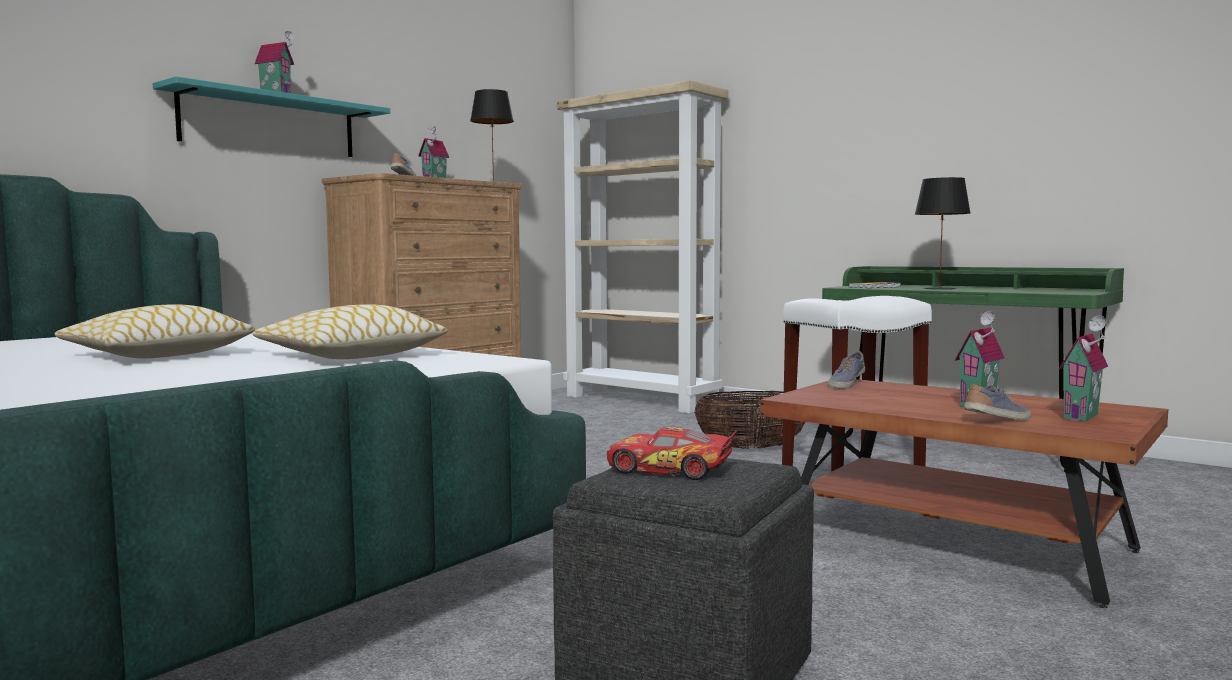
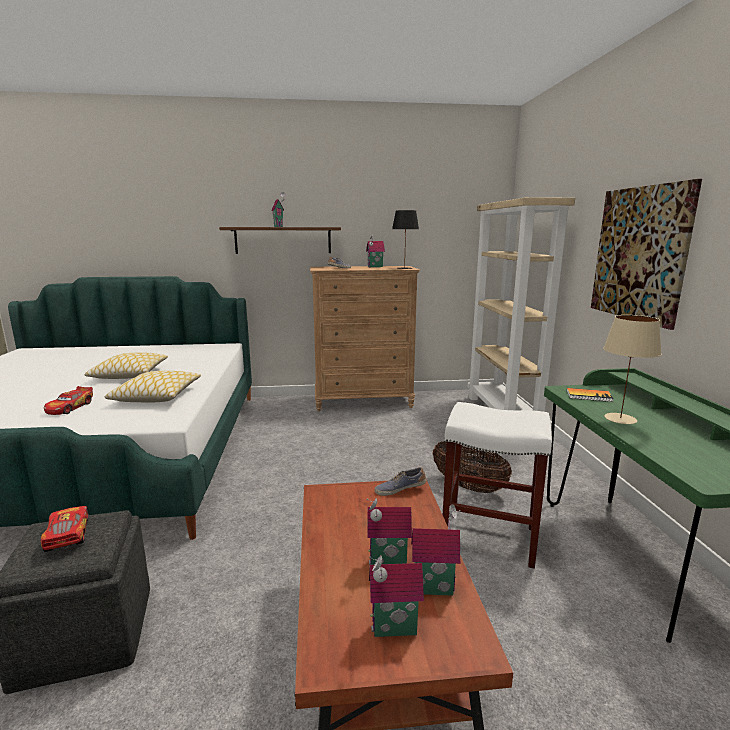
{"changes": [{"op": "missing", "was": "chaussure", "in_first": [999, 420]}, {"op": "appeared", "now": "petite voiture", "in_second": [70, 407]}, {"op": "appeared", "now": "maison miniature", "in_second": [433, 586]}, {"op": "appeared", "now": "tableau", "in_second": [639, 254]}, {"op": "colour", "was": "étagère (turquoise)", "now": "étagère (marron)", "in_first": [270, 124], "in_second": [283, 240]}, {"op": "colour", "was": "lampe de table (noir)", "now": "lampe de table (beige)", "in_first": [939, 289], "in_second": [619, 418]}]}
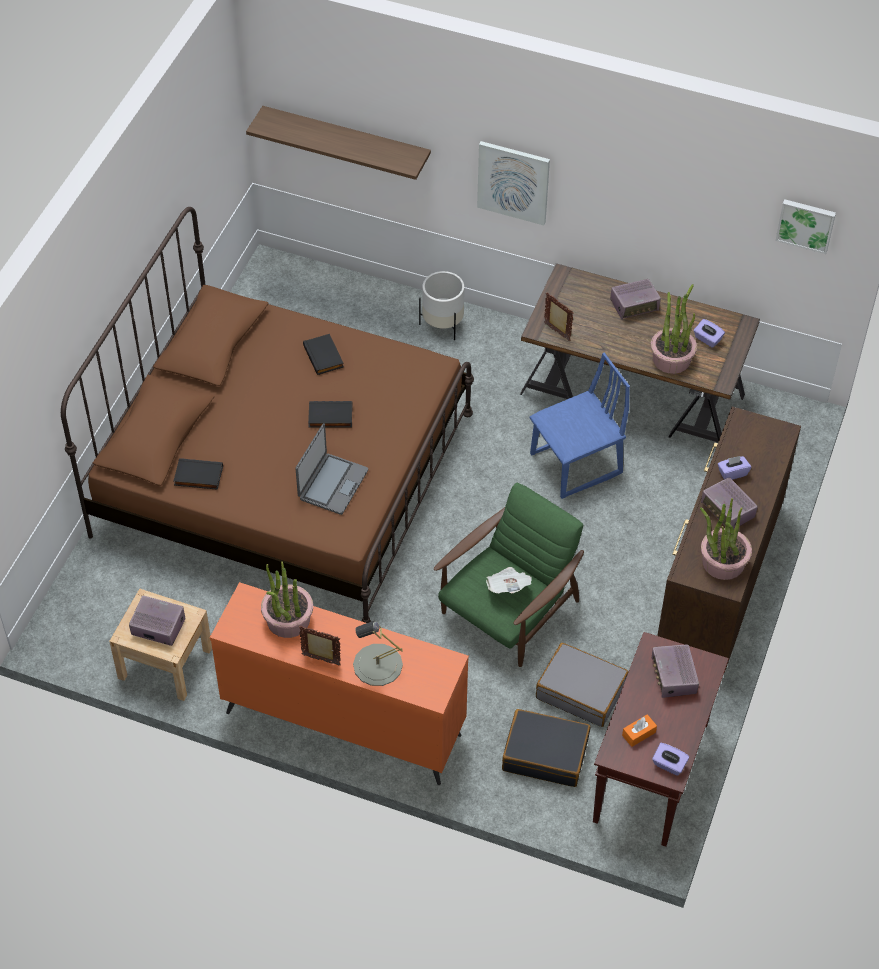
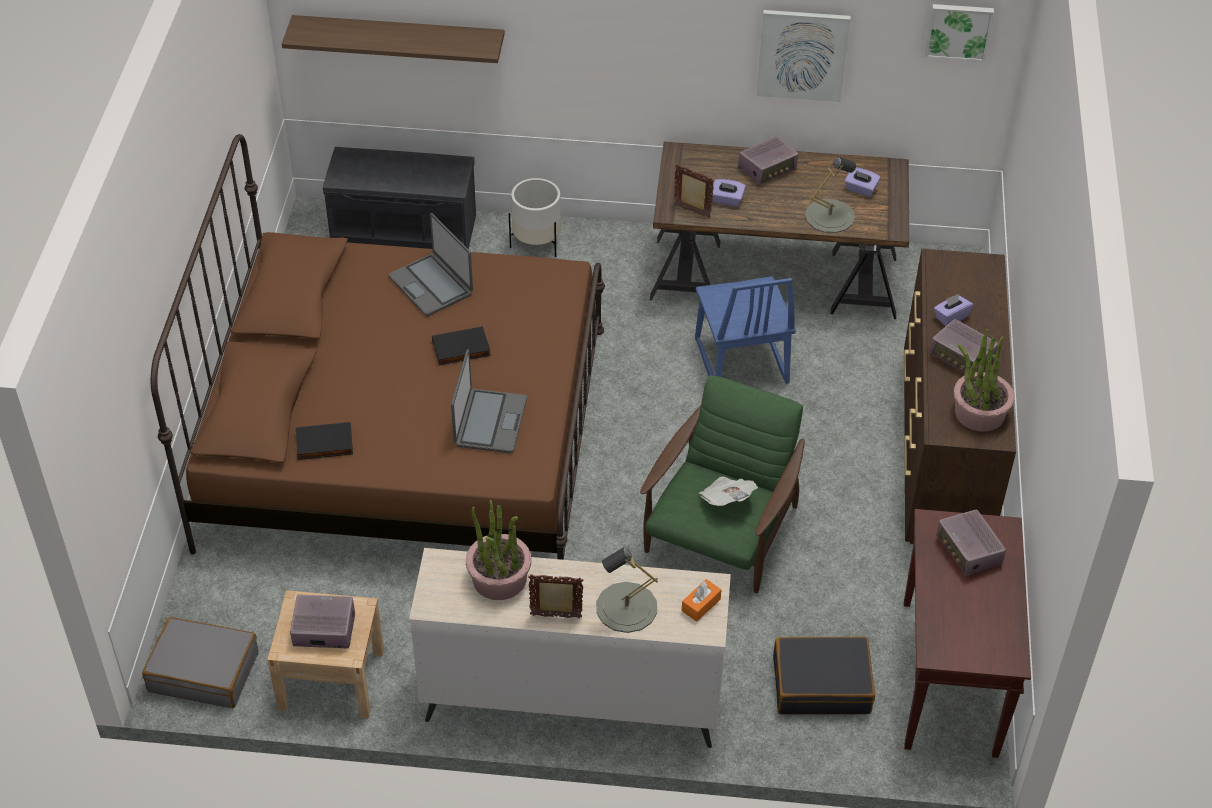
{"changes": [{"op": "appeared", "now": "banc (gris)", "in_second": [405, 229]}, {"op": "relocated", "was": "tableau", "in_first": [513, 182], "in_second": [802, 54]}, {"op": "relocated", "was": "valise (gris)", "in_first": [581, 691], "in_second": [204, 671]}, {"op": "relocated", "was": "boîte à mouchoirs (orange)", "in_first": [639, 734], "in_second": [701, 605]}, {"op": "relocated", "was": "boîte à mouchoirs (violet)", "in_first": [669, 765], "in_second": [727, 200]}, {"op": "exchanged", "was": "livre (noir)", "now": "ordinateur portable", "in_first": [324, 356], "in_second": [431, 285]}, {"op": "exchanged", "was": "plante en pot", "now": "lampe de table (gris)", "in_first": [671, 359], "in_second": [829, 216]}, {"op": "colour", "was": "commode (orange)", "now": "commode (beige)", "in_first": [342, 722], "in_second": [570, 701]}, {"op": "spun", "was": "chaise (bleu)", "in_first": [576, 465], "in_second": [740, 362], "clockwise": 120}]}
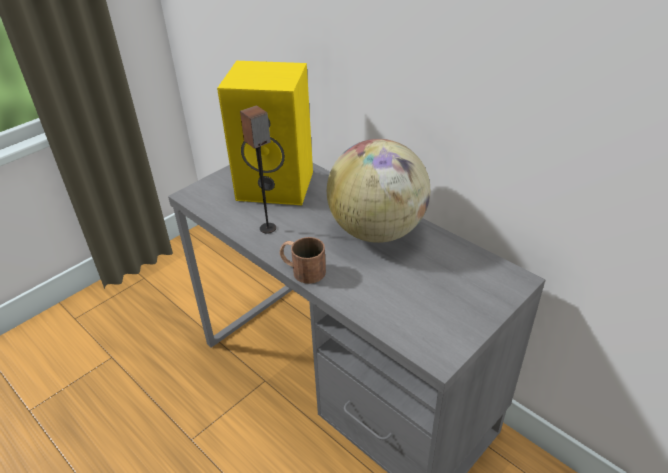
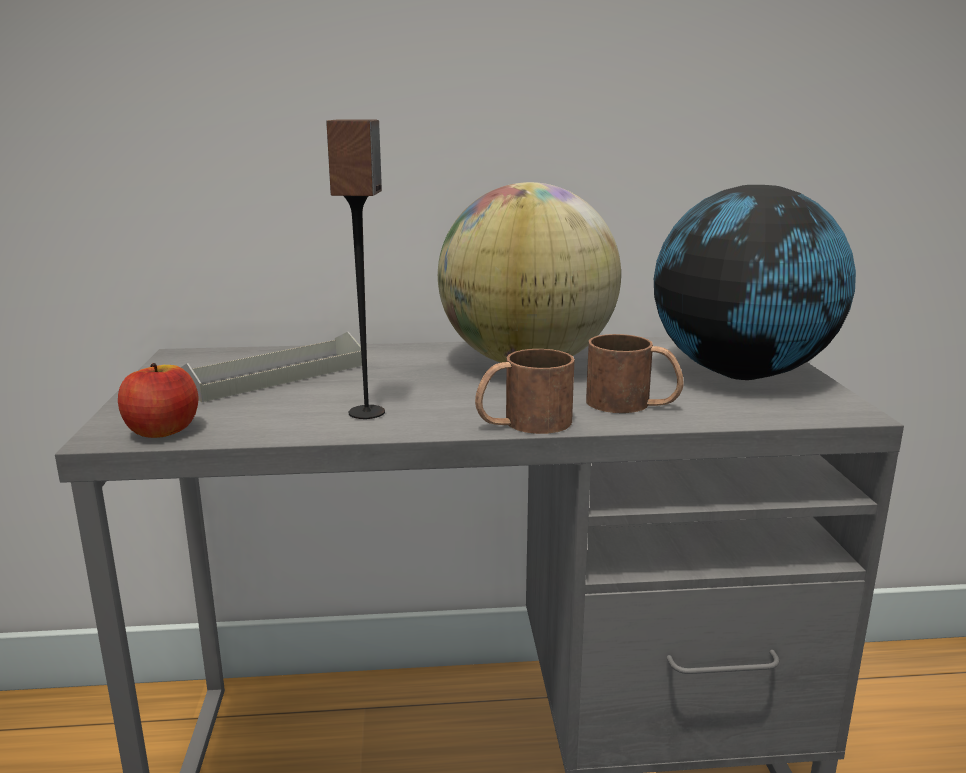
{"changes": [{"op": "appeared", "now": "pomme", "in_second": [162, 431]}, {"op": "appeared", "now": "mug (marron)", "in_second": [633, 404]}, {"op": "appeared", "now": "globe", "in_second": [741, 374]}, {"op": "exchanged", "was": "enceinte (jaune)", "now": "plateau (gris)", "in_first": [277, 185], "in_second": [275, 376]}]}
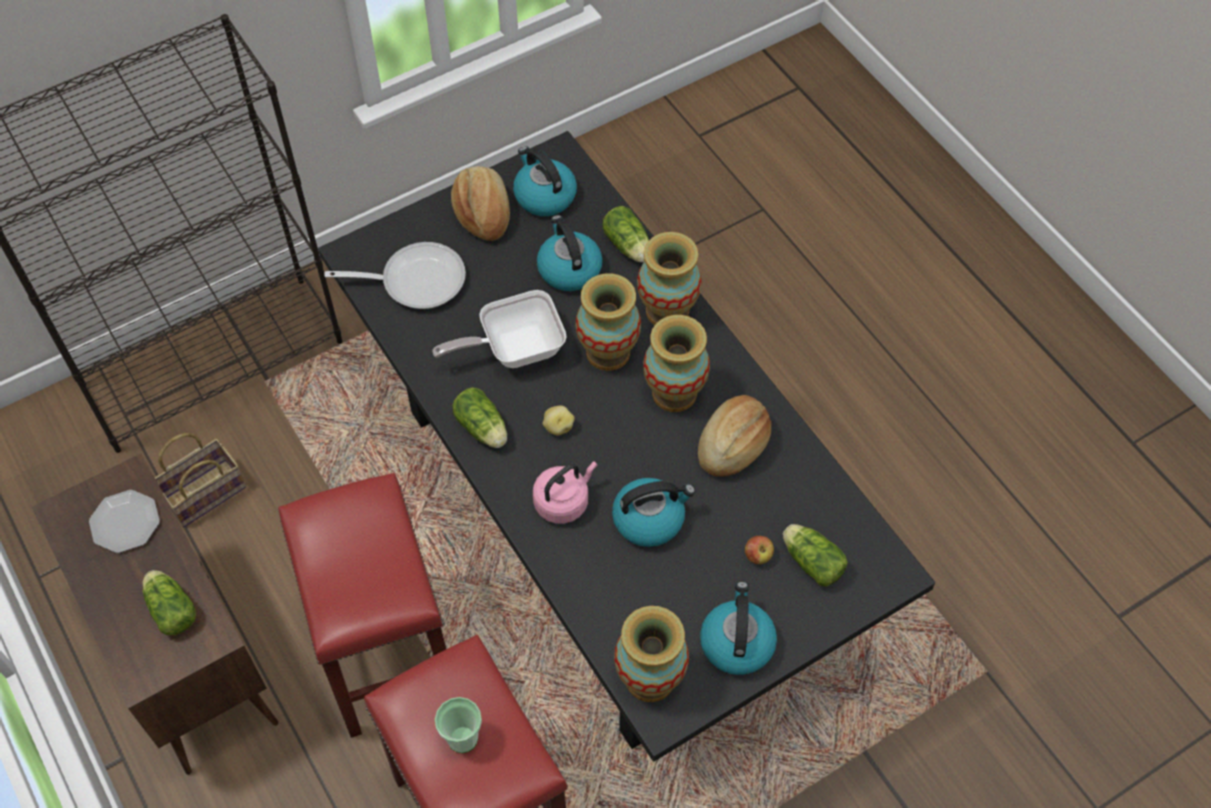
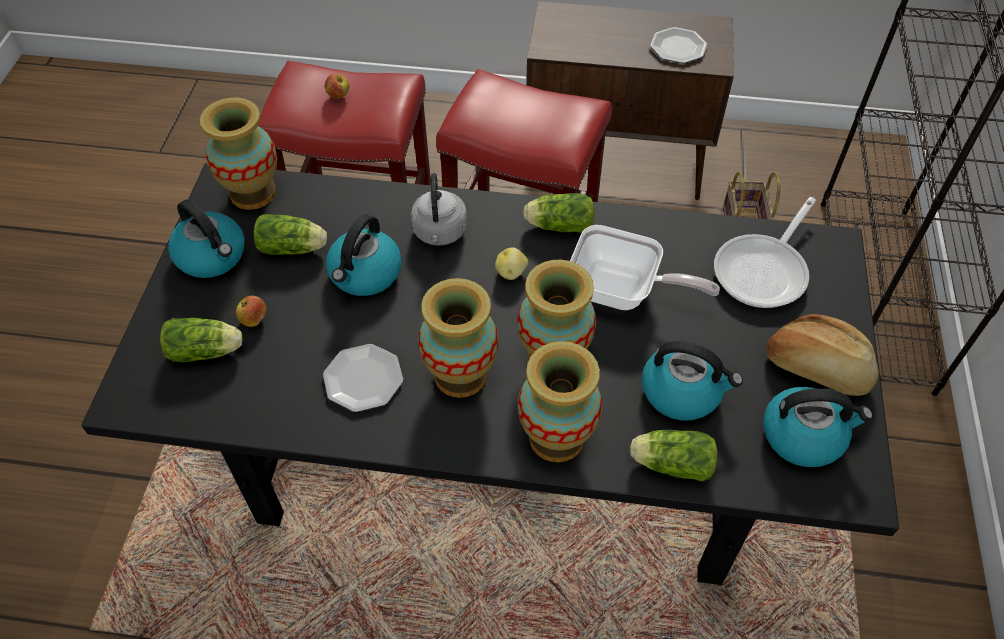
{"changes": [{"op": "relocated", "was": "laitue", "in_first": [170, 608], "in_second": [294, 248]}, {"op": "exchanged", "was": "tasse", "now": "pomme", "in_first": [462, 738], "in_second": [338, 95]}, {"op": "exchanged", "was": "pain", "now": "assiette", "in_first": [733, 444], "in_second": [364, 380]}, {"op": "colour", "was": "bouilloire (rose)", "now": "bouilloire (gris)", "in_first": [563, 501], "in_second": [440, 233]}, {"op": "spun", "was": "poêle", "in_first": [514, 349], "in_second": [621, 292], "clockwise": 90}]}
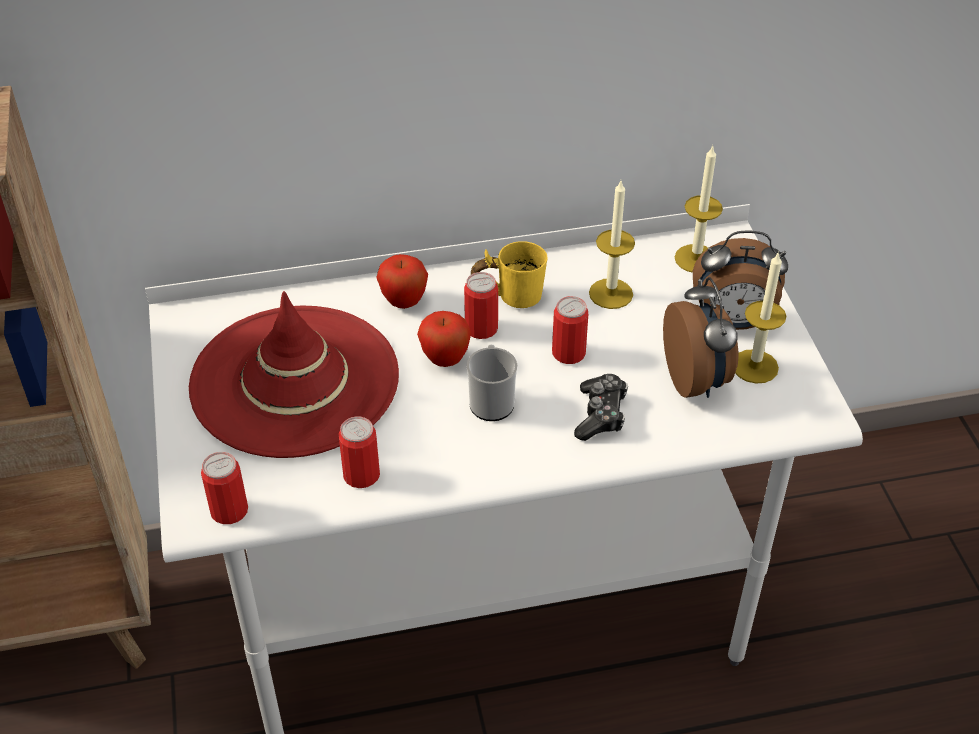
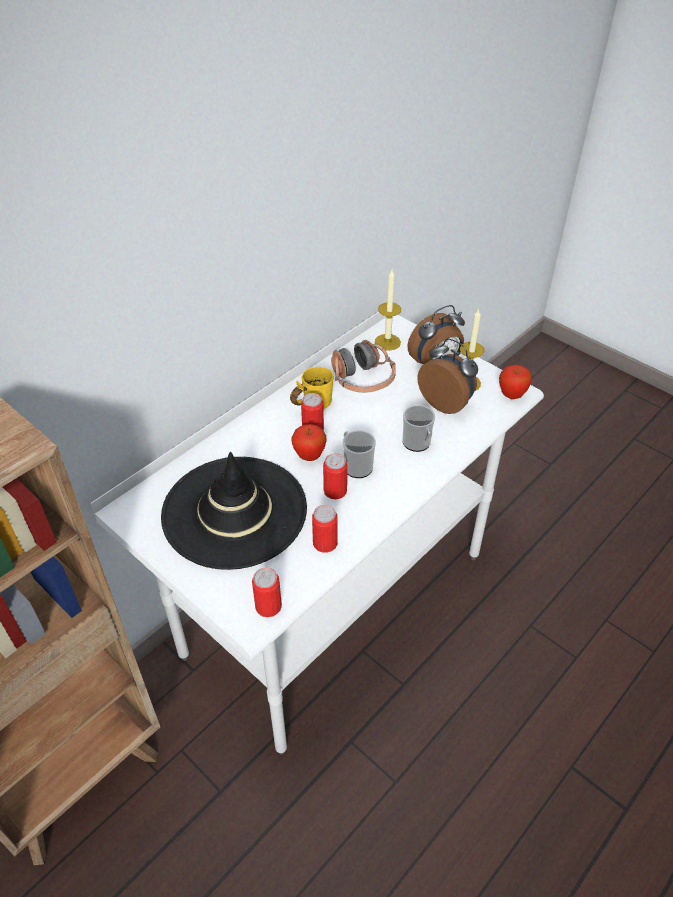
{"changes": [{"op": "relocated", "was": "pomme", "in_first": [403, 302], "in_second": [511, 395]}, {"op": "relocated", "was": "boîte métallique", "in_first": [568, 353], "in_second": [335, 491]}, {"op": "exchanged", "was": "manette", "now": "mug", "in_first": [600, 415], "in_second": [418, 444]}, {"op": "exchanged", "was": "bougie", "now": "casque audio", "in_first": [611, 293], "in_second": [362, 379]}, {"op": "colour", "was": "chapeau (rouge)", "now": "chapeau (noir)", "in_first": [295, 381], "in_second": [234, 511]}]}
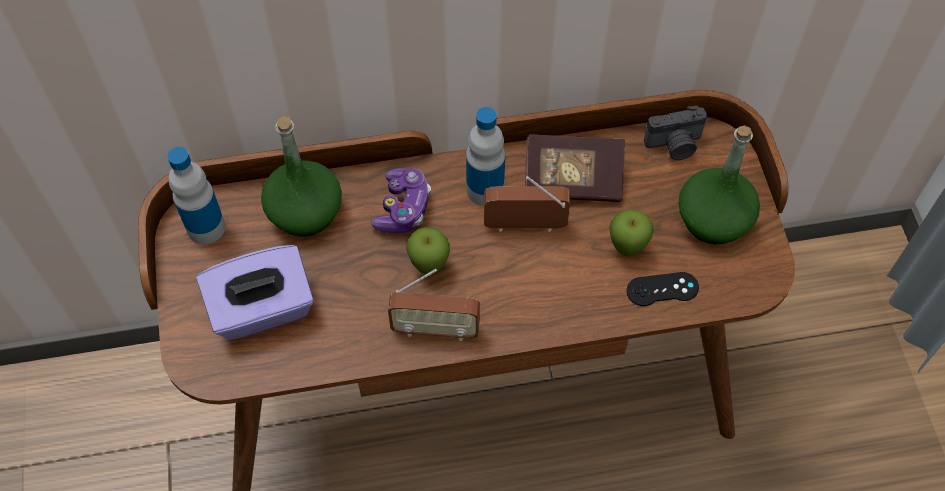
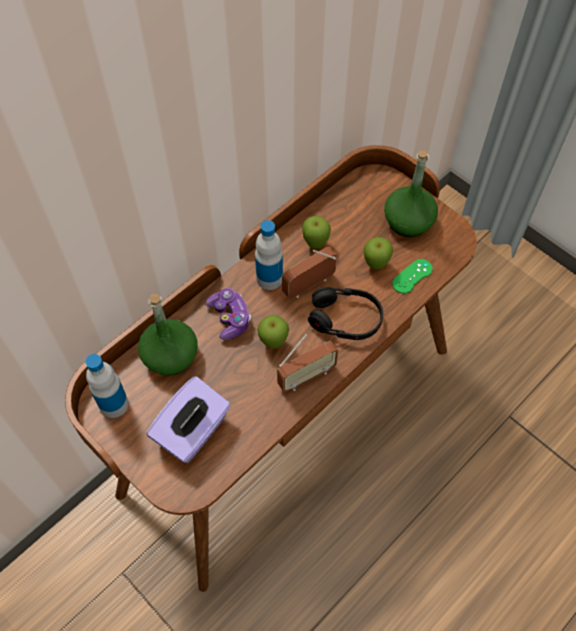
{"changes": [{"op": "missing", "was": "appareil photo", "in_first": [675, 145]}, {"op": "appeared", "now": "casque audio (noir)", "in_second": [345, 319]}, {"op": "exchanged", "was": "livre", "now": "pomme", "in_first": [572, 181], "in_second": [315, 244]}, {"op": "colour", "was": "manette (noir)", "now": "manette (vert)", "in_first": [662, 289], "in_second": [412, 276]}]}
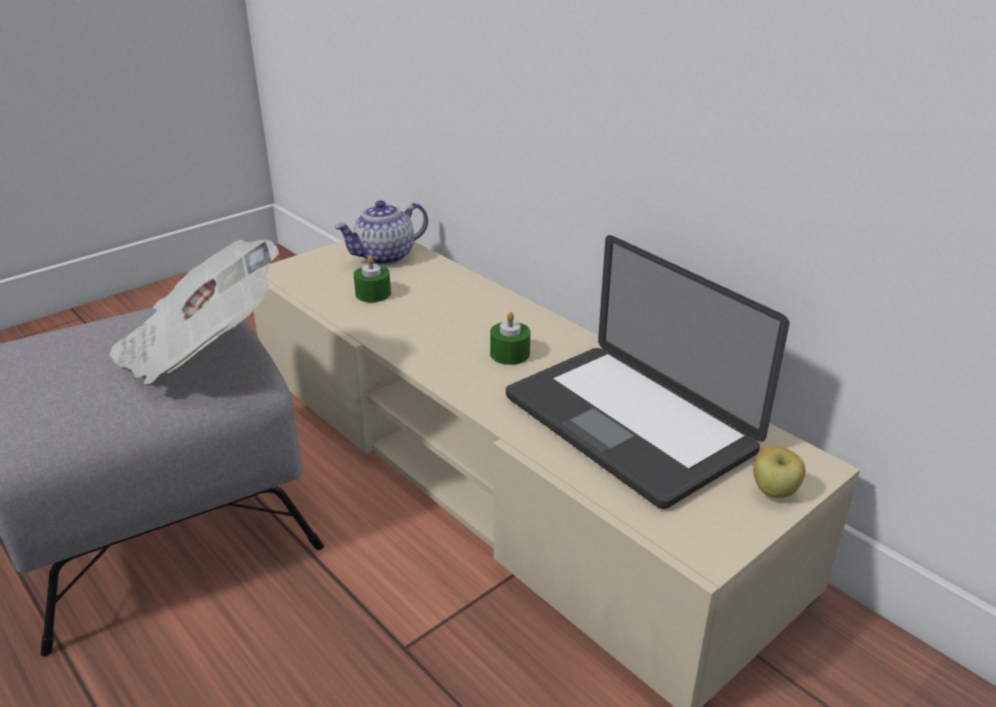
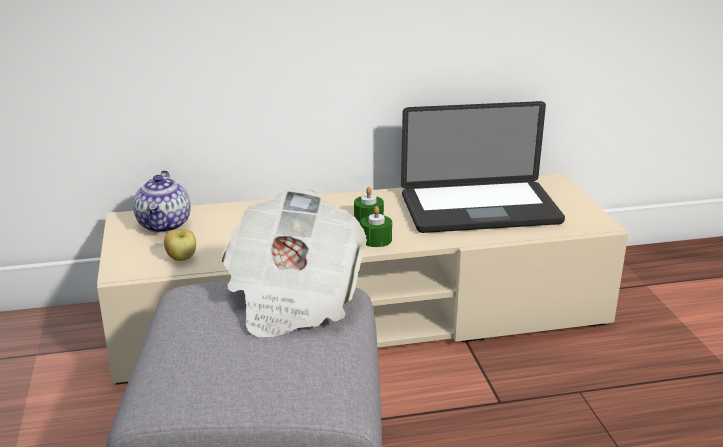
{"changes": [{"op": "relocated", "was": "bougie (vert)", "in_first": [373, 294], "in_second": [376, 239]}, {"op": "relocated", "was": "pomme", "in_first": [774, 492], "in_second": [182, 259]}]}
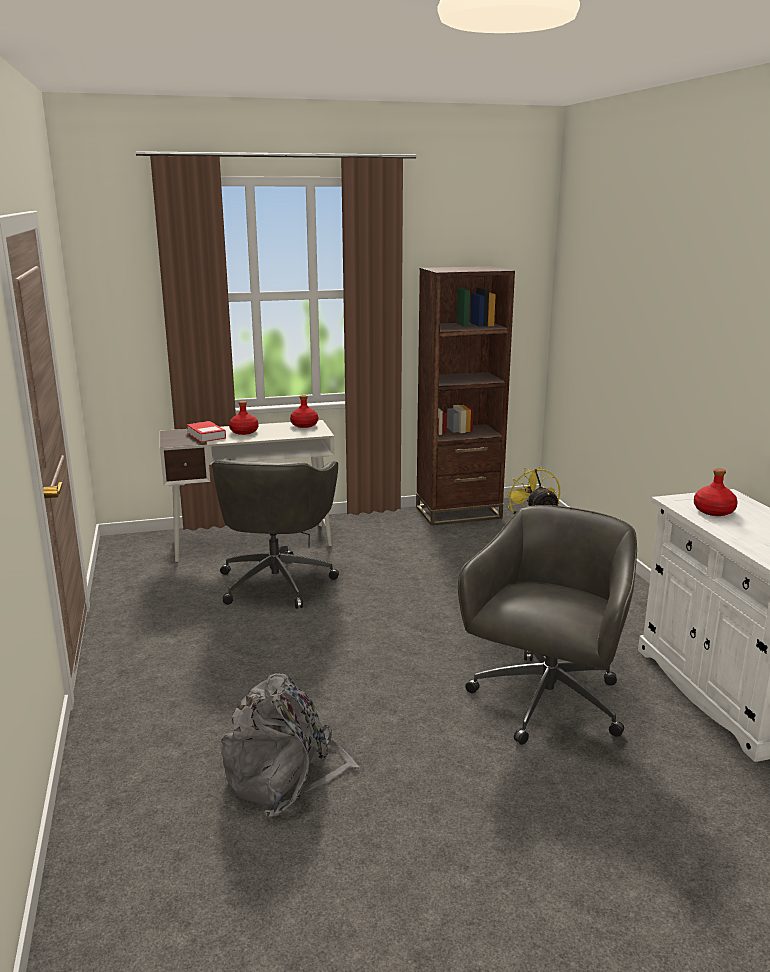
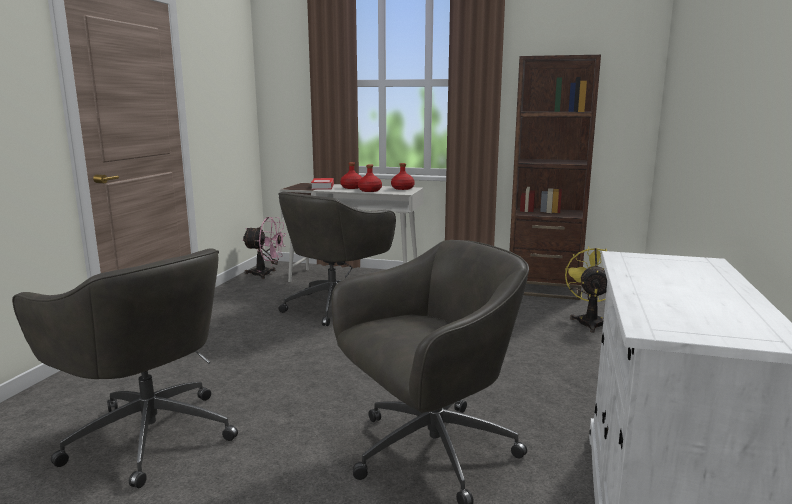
{"changes": [{"op": "appeared", "now": "ventilateur (rose)", "in_second": [266, 274]}, {"op": "relocated", "was": "bouteille (rouge)", "in_first": [713, 511], "in_second": [369, 190]}, {"op": "exchanged", "was": "sac à dos (gris)", "now": "chaise de bureau (gris)", "in_first": [285, 775], "in_second": [148, 434]}]}
